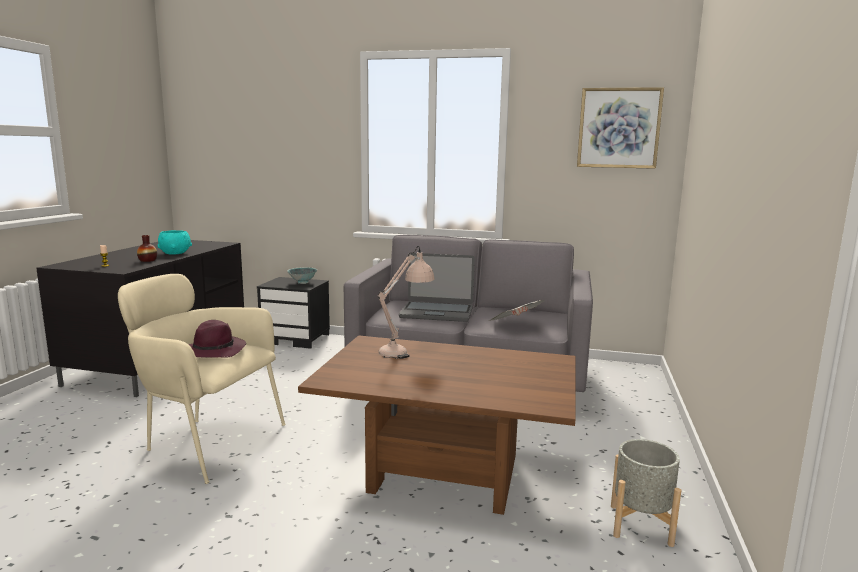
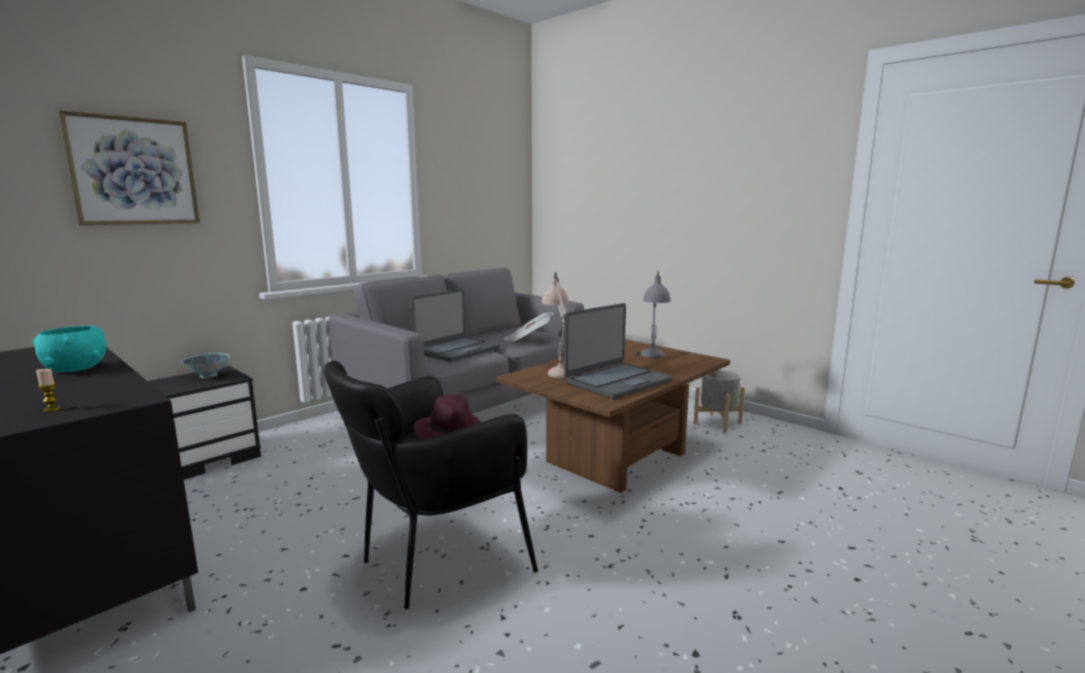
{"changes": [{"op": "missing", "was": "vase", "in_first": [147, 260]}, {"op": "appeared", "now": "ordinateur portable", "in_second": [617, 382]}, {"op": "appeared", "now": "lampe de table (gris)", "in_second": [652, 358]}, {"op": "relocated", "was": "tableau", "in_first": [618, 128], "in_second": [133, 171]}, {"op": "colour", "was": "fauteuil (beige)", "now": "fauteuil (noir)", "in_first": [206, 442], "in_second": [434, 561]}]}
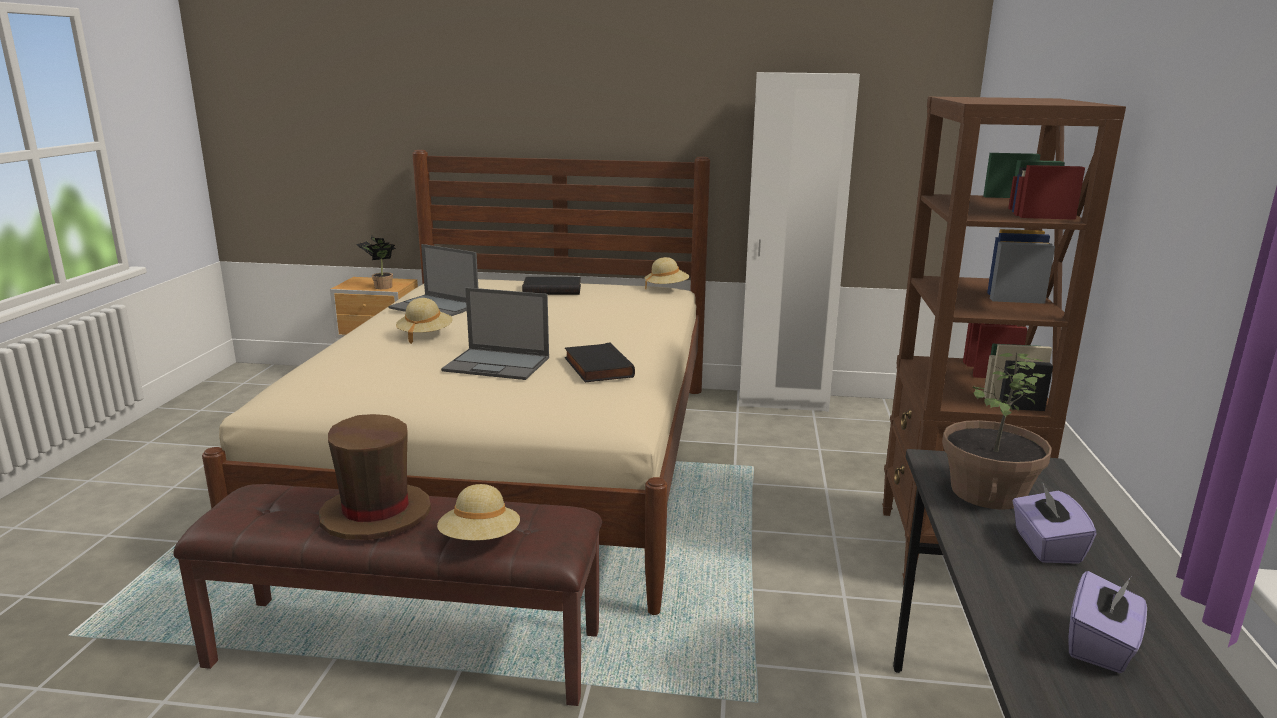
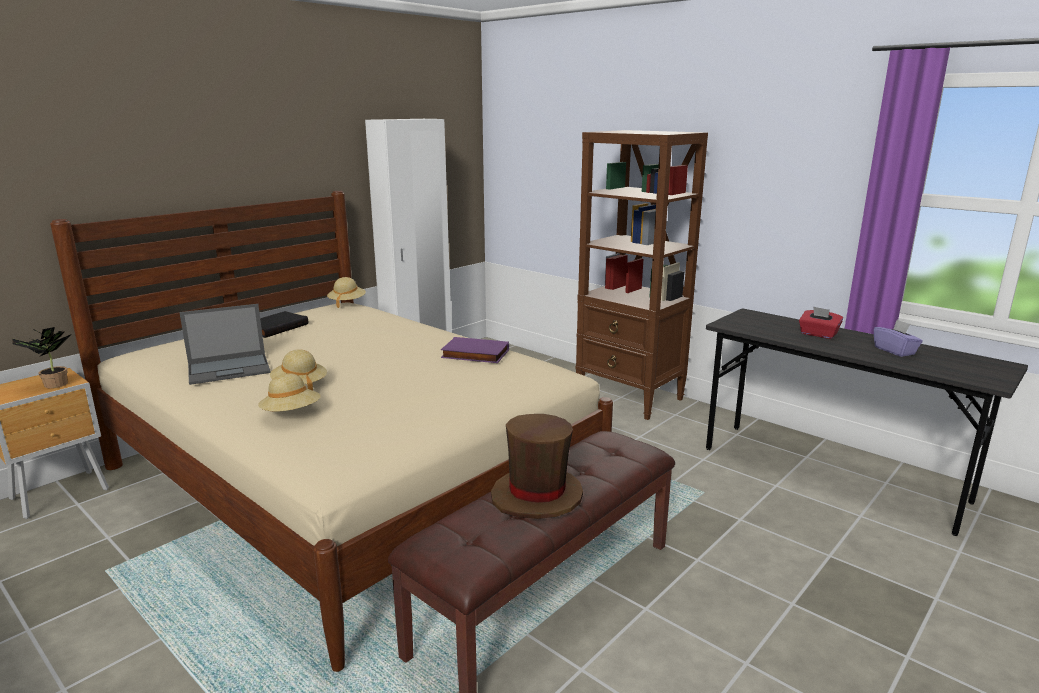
{"changes": [{"op": "missing", "was": "ordinateur portable", "in_first": [498, 364]}, {"op": "missing", "was": "plante en pot", "in_first": [986, 492]}, {"op": "relocated", "was": "chapeau (beige)", "in_first": [480, 540], "in_second": [291, 414]}, {"op": "colour", "was": "livre (noir)", "now": "livre (violet)", "in_first": [596, 367], "in_second": [474, 354]}, {"op": "colour", "was": "boîte à mouchoirs (violet)", "now": "boîte à mouchoirs (rouge)", "in_first": [1046, 546], "in_second": [818, 334]}]}
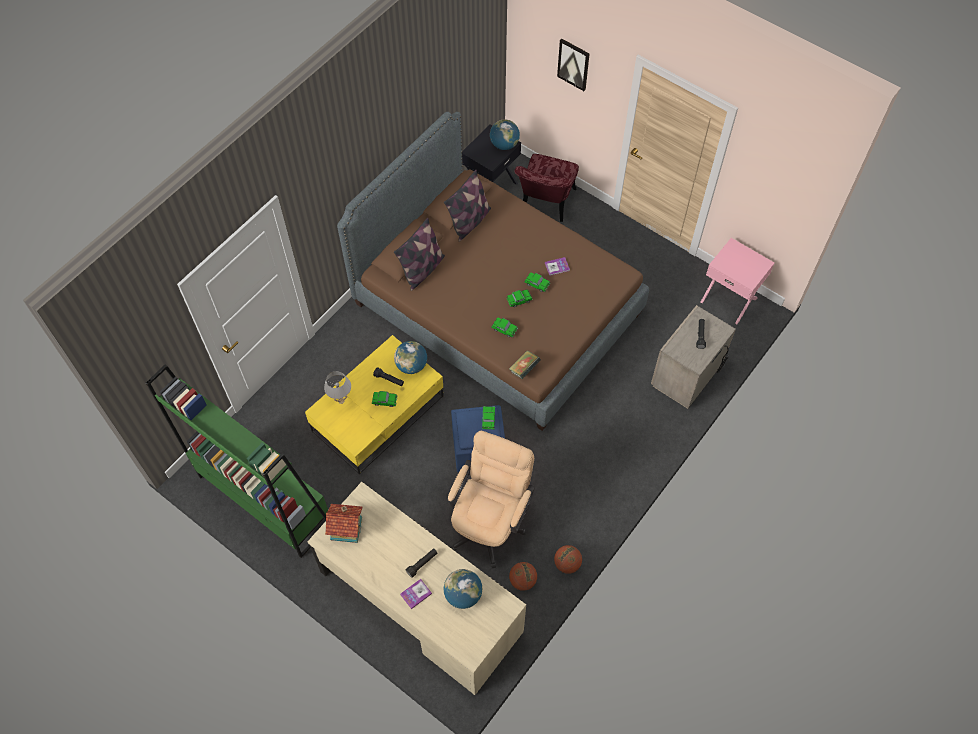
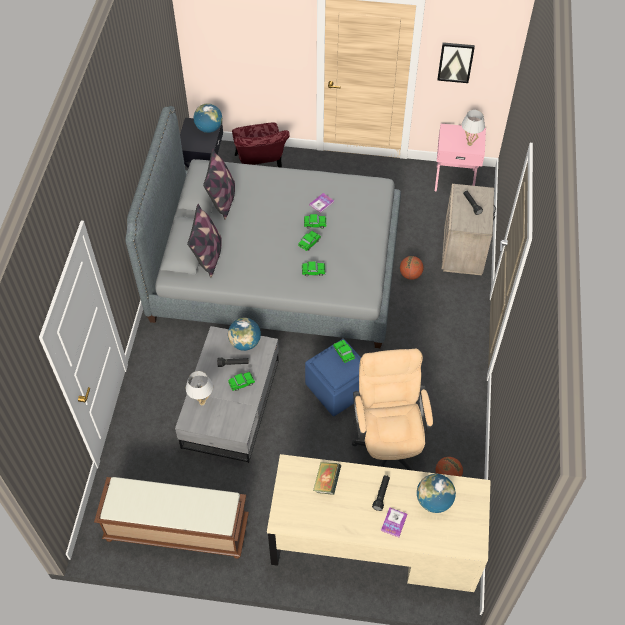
{"changes": [{"op": "missing", "was": "maison miniature", "in_first": [346, 527]}, {"op": "appeared", "now": "lampe de table (blanc)", "in_second": [469, 144]}, {"op": "relocated", "was": "livre", "in_first": [524, 369], "in_second": [327, 482]}, {"op": "relocated", "was": "ballon de basket", "in_first": [567, 564], "in_second": [410, 274]}, {"op": "relocated", "was": "tableau", "in_first": [573, 64], "in_second": [455, 62]}, {"op": "exchanged", "was": "bibliothèque (vert)", "now": "banc (marron)", "in_first": [264, 499], "in_second": [176, 530]}, {"op": "colour", "was": "table basse (jaune)", "now": "table basse (gris)", "in_first": [377, 414], "in_second": [231, 404]}, {"op": "colour", "was": "lit (marron)", "now": "lit (gris)", "in_first": [496, 309], "in_second": [275, 270]}]}
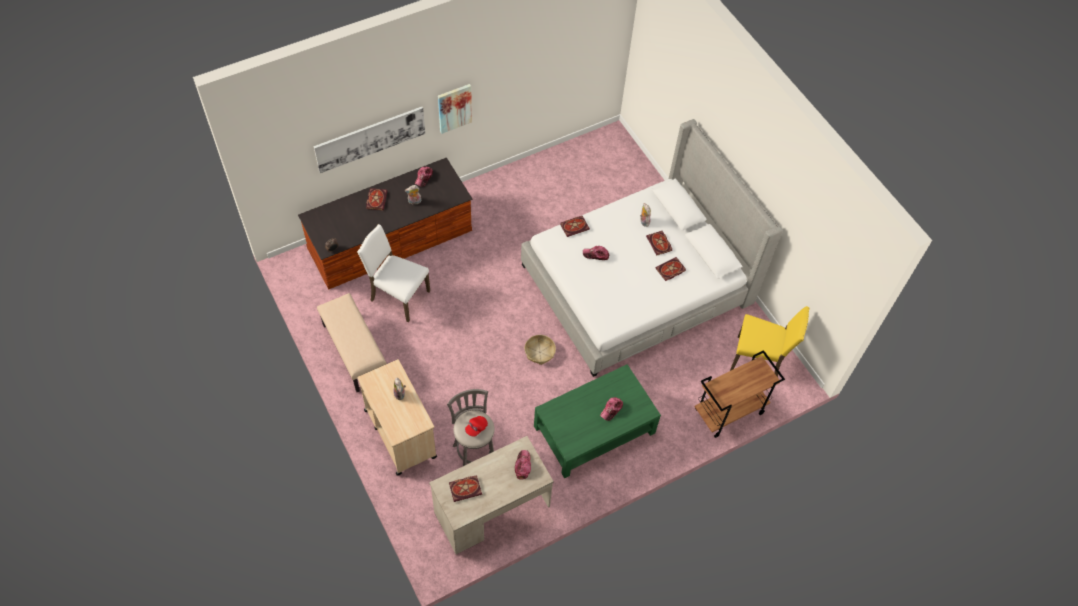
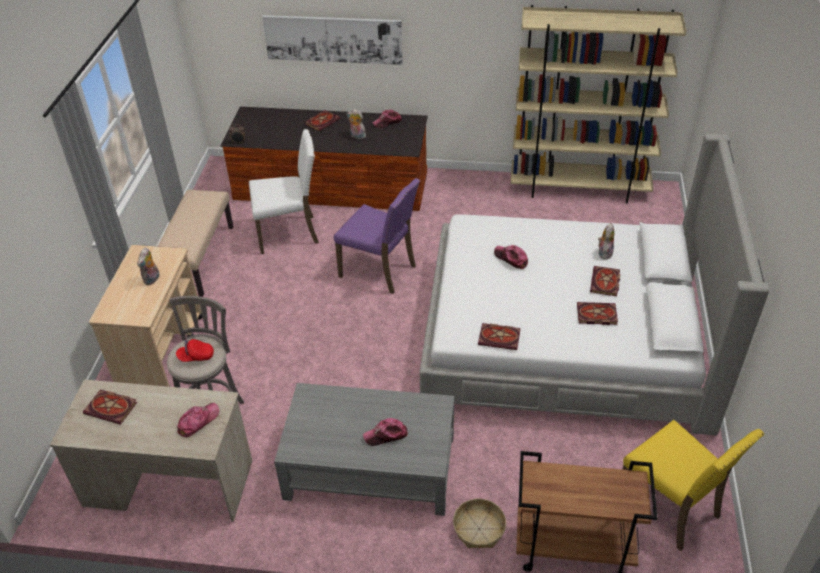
{"changes": [{"op": "missing", "was": "tableau", "in_first": [454, 108]}, {"op": "appeared", "now": "chaise (violet)", "in_second": [380, 271]}, {"op": "appeared", "now": "bibliothèque (beige)", "in_second": [579, 188]}, {"op": "relocated", "was": "panier", "in_first": [539, 352], "in_second": [478, 529]}, {"op": "relocated", "was": "livre", "in_first": [575, 226], "in_second": [500, 337]}, {"op": "colour", "was": "table basse (vert)", "now": "table basse (gris)", "in_first": [594, 429], "in_second": [371, 466]}, {"op": "spun", "was": "chaise (blanc)", "in_first": [398, 296], "in_second": [289, 233], "clockwise": 105}]}
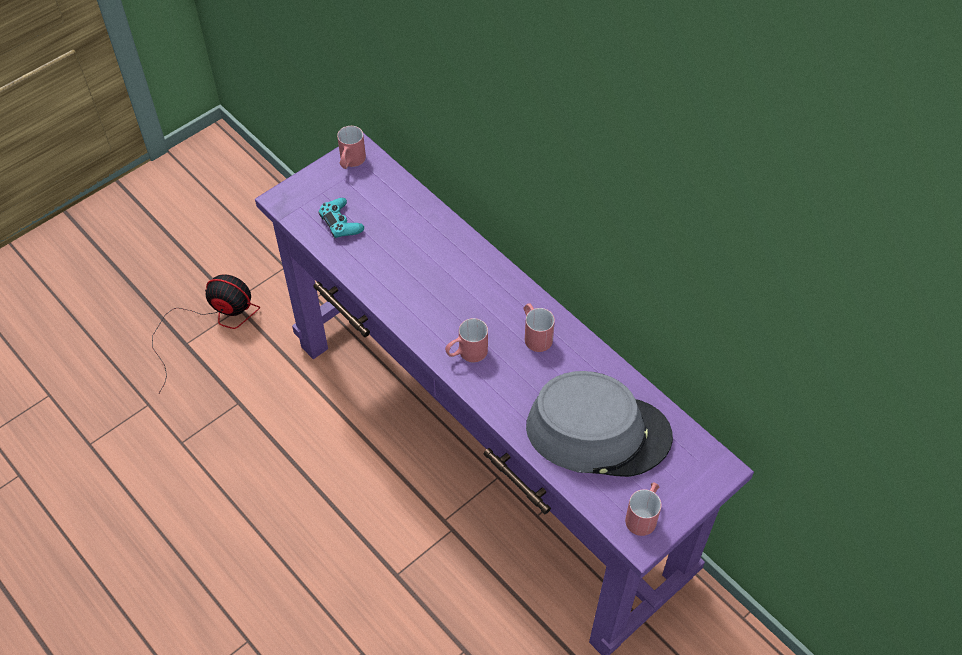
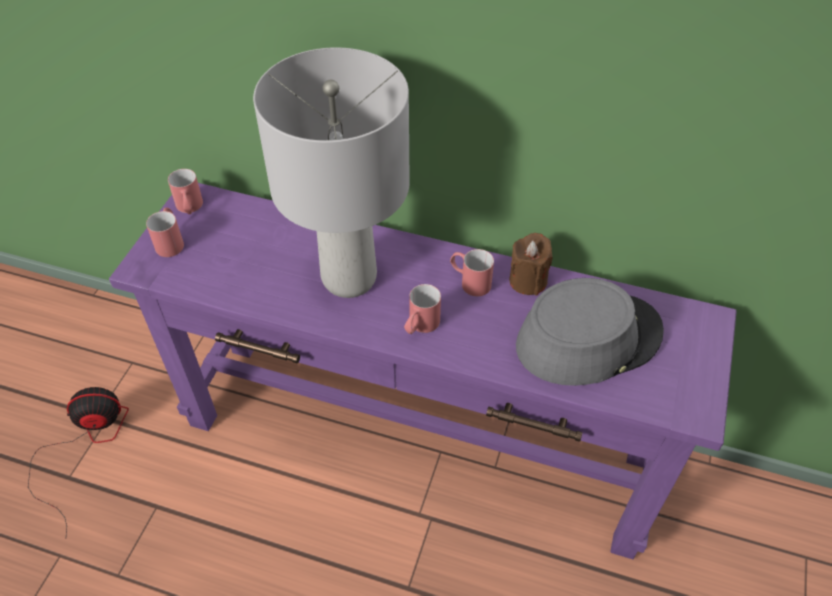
{"changes": [{"op": "missing", "was": "manette (turquoise)", "in_first": [341, 223]}, {"op": "appeared", "now": "lampe de table (gris)", "in_second": [349, 277]}, {"op": "appeared", "now": "bougie (marron)", "in_second": [528, 281]}, {"op": "relocated", "was": "mug (rouge)", "in_first": [644, 514], "in_second": [170, 241]}]}
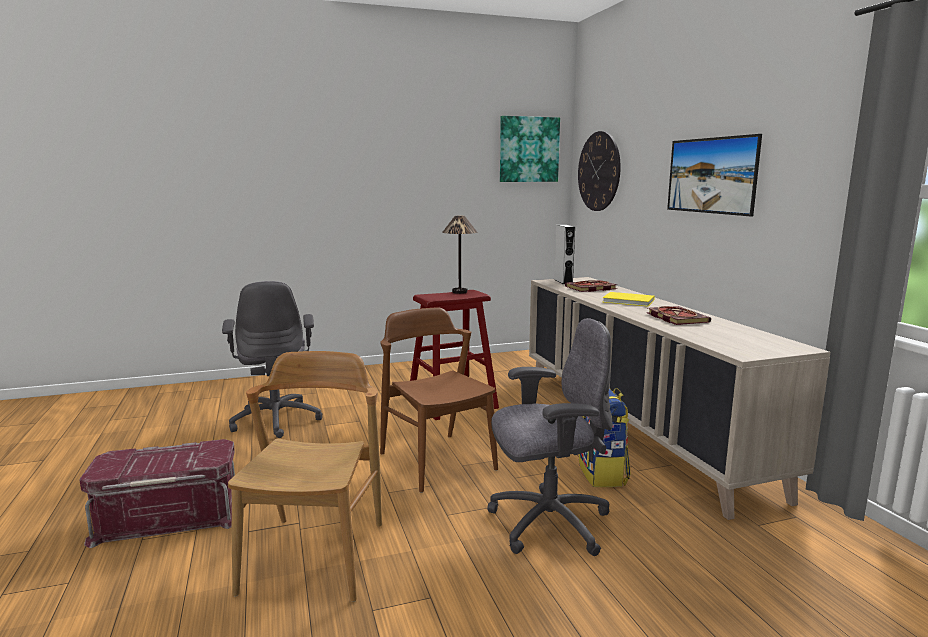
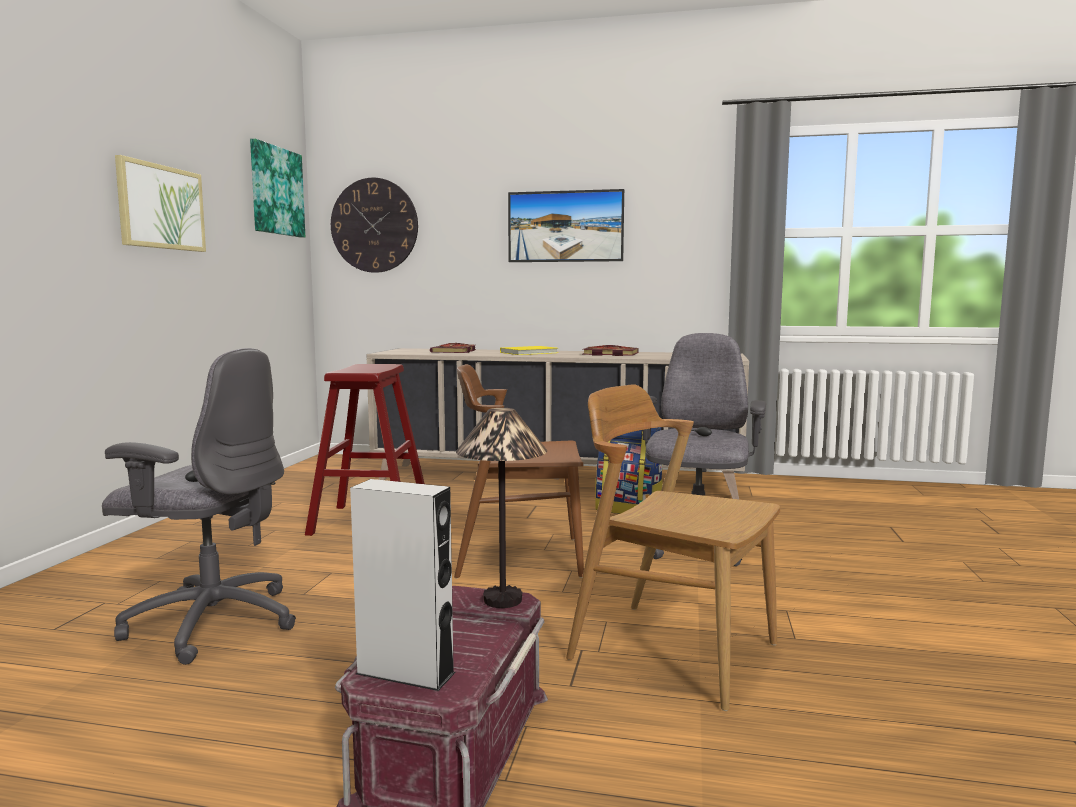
{"changes": [{"op": "appeared", "now": "tableau", "in_second": [161, 207]}, {"op": "relocated", "was": "lampe de table", "in_first": [460, 292], "in_second": [503, 599]}, {"op": "relocated", "was": "enceinte (gris)", "in_first": [563, 281], "in_second": [405, 673]}]}
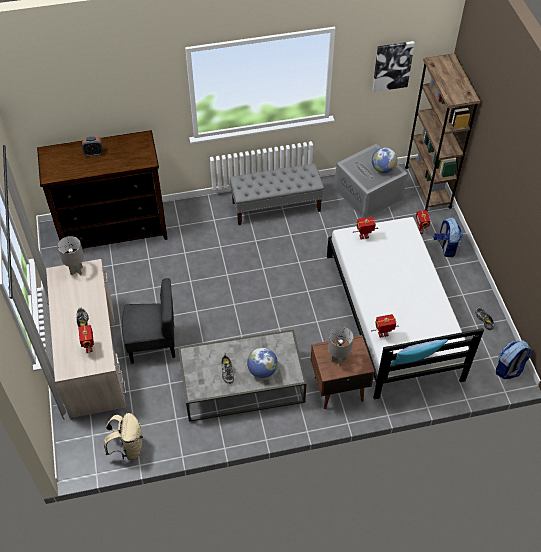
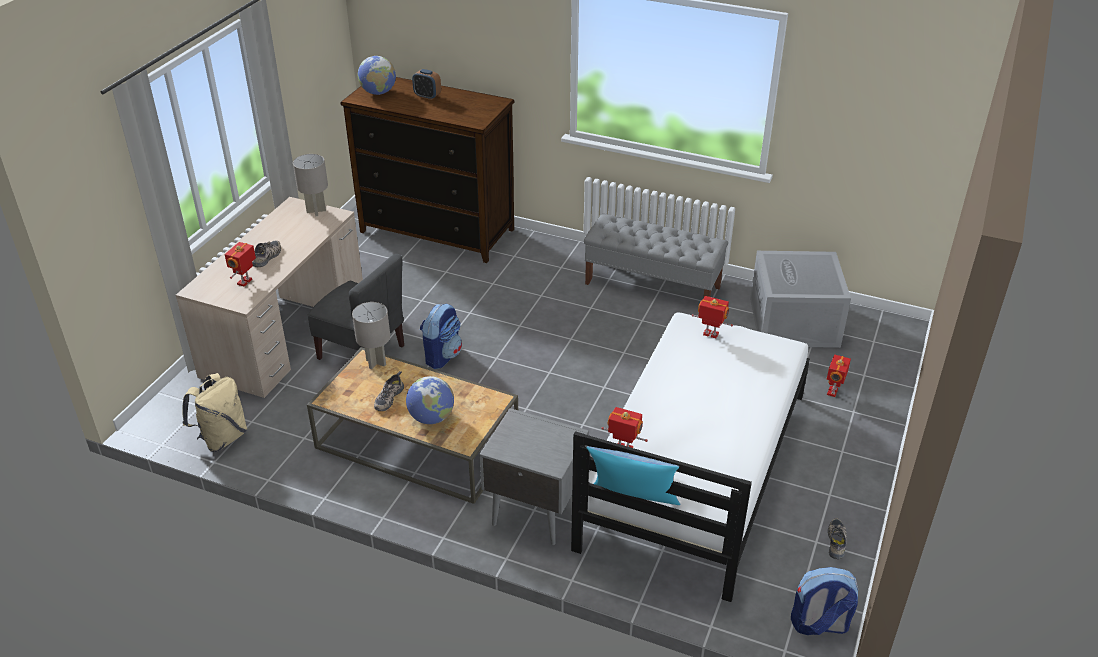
{"changes": [{"op": "missing", "was": "tableau", "in_first": [392, 65]}, {"op": "missing", "was": "bibliothèque (marron)", "in_first": [428, 186]}, {"op": "relocated", "was": "lampe de table (gris)", "in_first": [338, 359], "in_second": [376, 362]}, {"op": "relocated", "was": "globe", "in_first": [383, 169], "in_second": [378, 92]}, {"op": "relocated", "was": "sac à dos", "in_first": [445, 247], "in_second": [442, 355]}, {"op": "colour", "was": "table basse (gris)", "now": "table basse (marron)", "in_first": [242, 384], "in_second": [418, 443]}, {"op": "colour", "was": "table de chevet (marron)", "now": "table de chevet (gris)", "in_first": [338, 388], "in_second": [534, 511]}]}
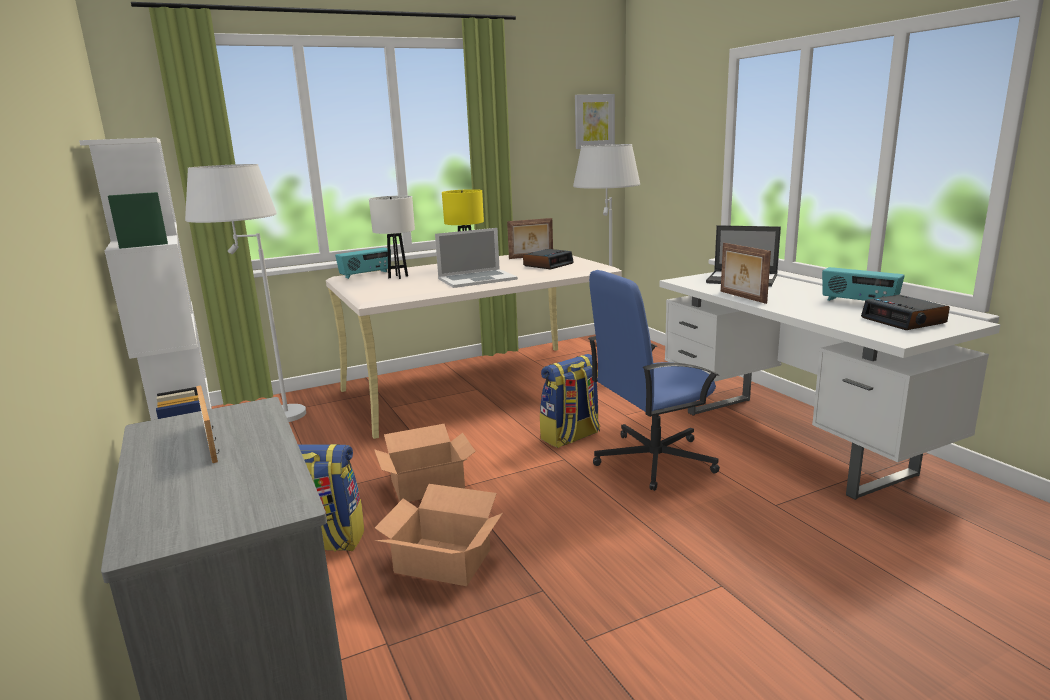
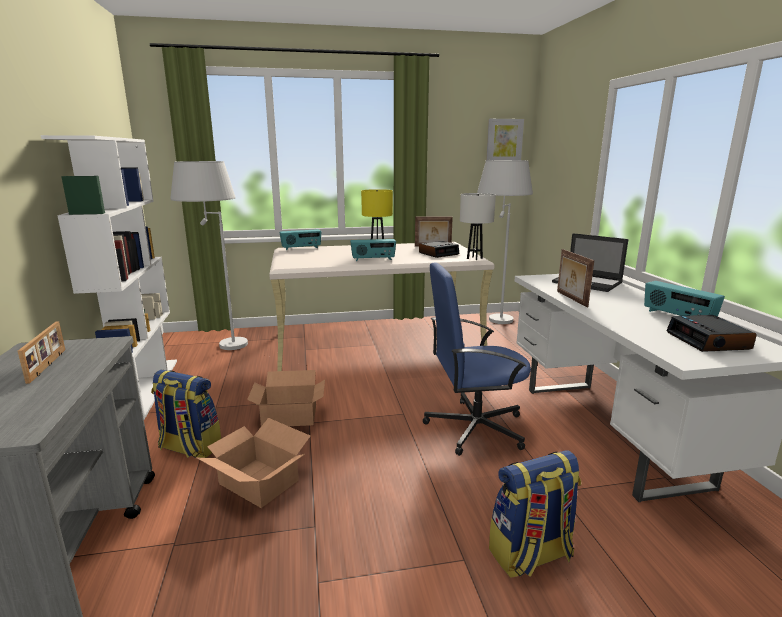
{"changes": [{"op": "relocated", "was": "lampe de table (blanc)", "in_first": [398, 277], "in_second": [474, 258]}, {"op": "relocated", "was": "sac à dos", "in_first": [571, 437], "in_second": [530, 555]}, {"op": "exchanged", "was": "ordinateur portable", "now": "radio", "in_first": [477, 279], "in_second": [373, 259]}]}
